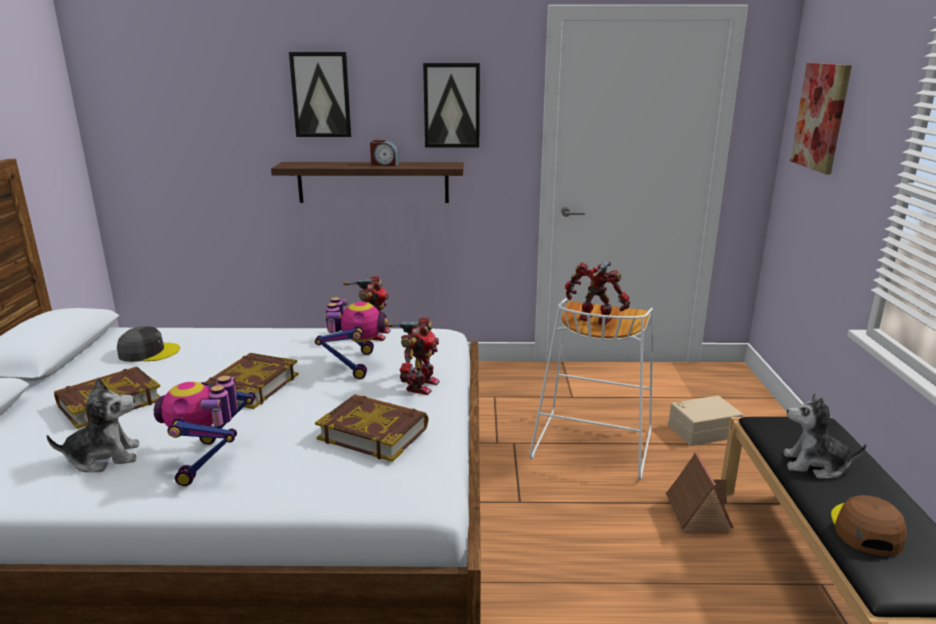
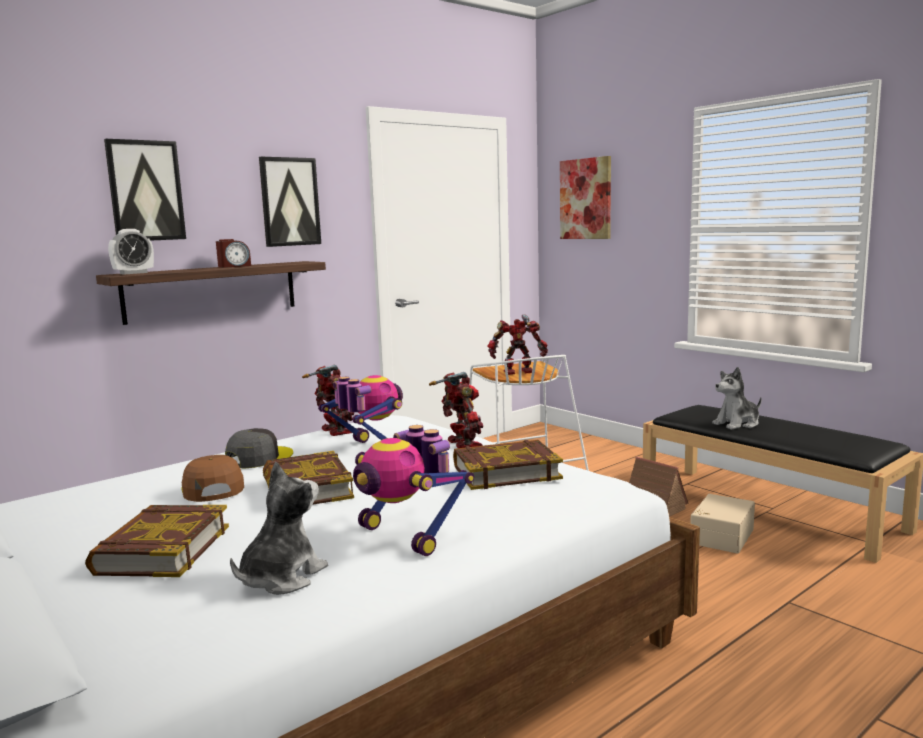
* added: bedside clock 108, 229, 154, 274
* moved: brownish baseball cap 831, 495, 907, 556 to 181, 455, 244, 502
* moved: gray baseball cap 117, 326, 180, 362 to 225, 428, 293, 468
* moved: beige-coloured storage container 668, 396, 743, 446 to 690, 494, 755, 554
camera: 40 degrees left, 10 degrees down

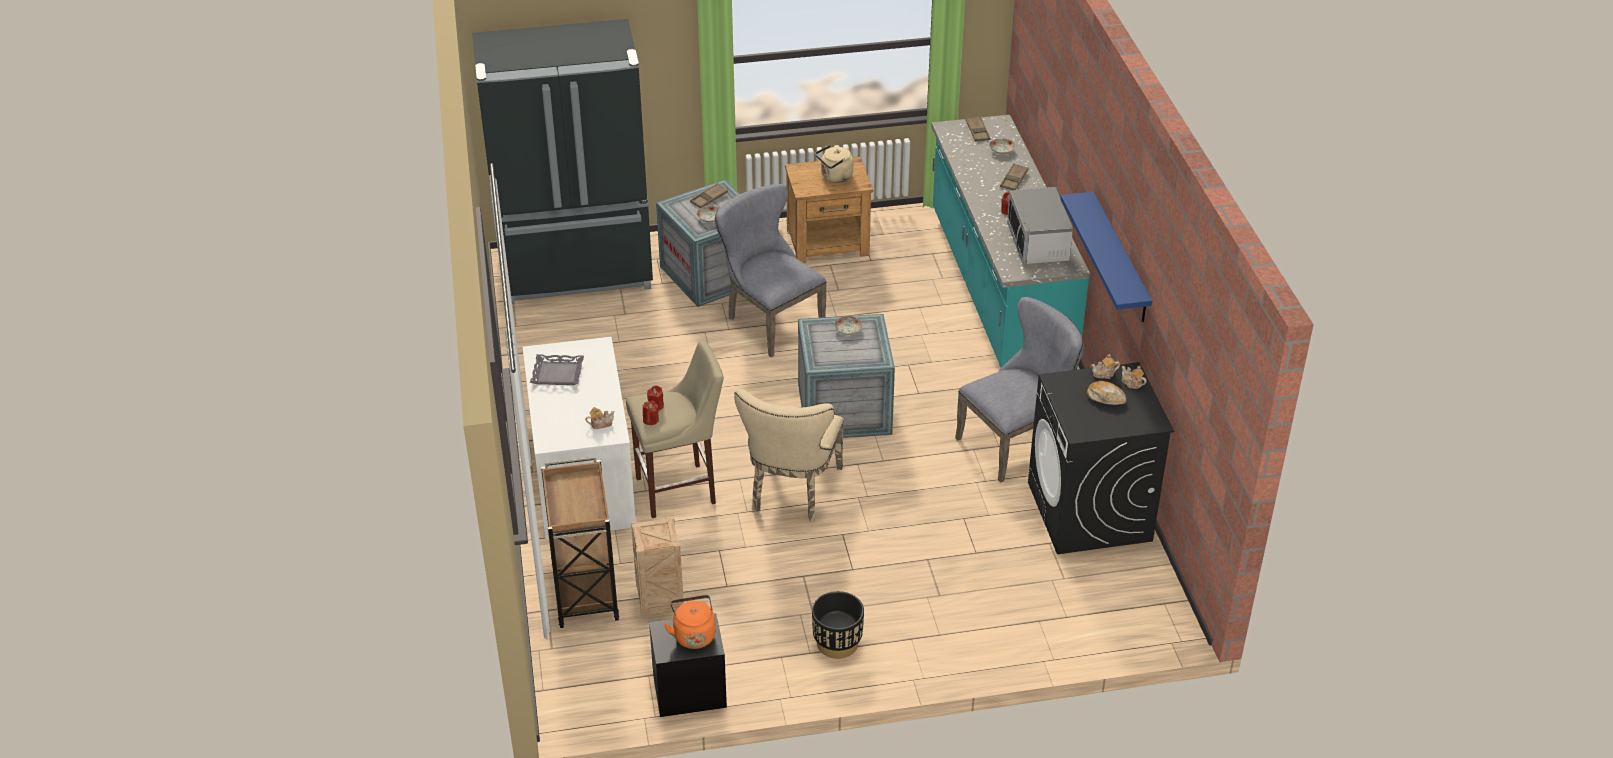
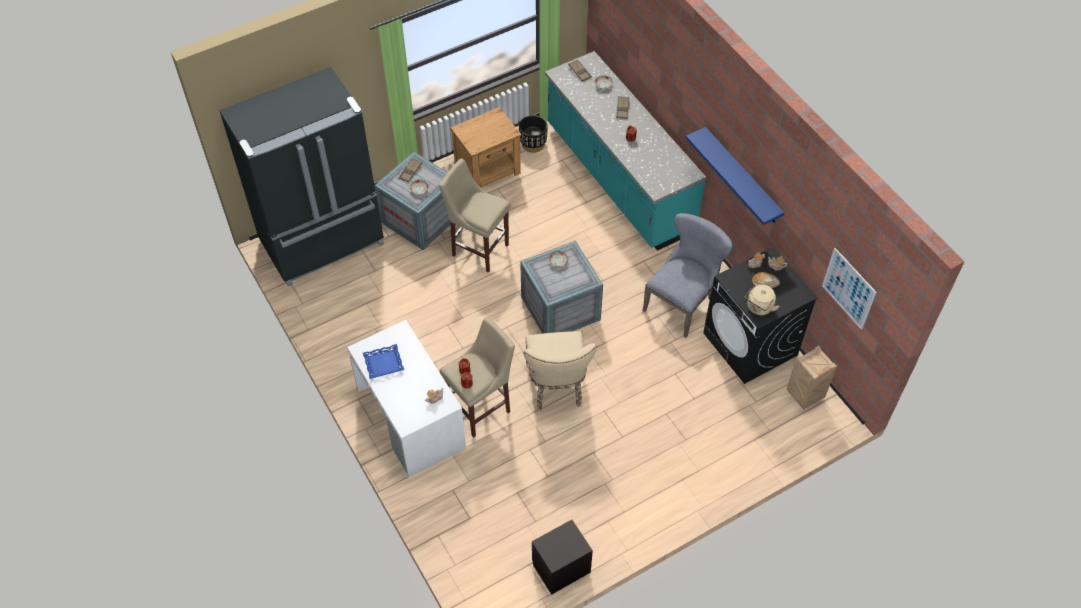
* recoloured: gray serving tray 530, 354, 584, 385 to blue-coloured serving tray 363, 344, 404, 379
* replaced: gray upright chair 715, 184, 826, 357 to beige-coloured stool 439, 159, 510, 273
* moved: black-coloured plant pot 812, 591, 864, 659 to 519, 115, 548, 153
* moved: beige-coloured tea kettle 815, 145, 853, 183 to 745, 285, 780, 315
* moved: shipping crate 631, 516, 684, 618 to 786, 345, 837, 410
* added: picture 822, 248, 877, 330
* removed: brownish wheeled cart 541, 457, 619, 628
* removed: orangey tea kettle 664, 595, 716, 649
* removed: microwave oven 1007, 187, 1073, 264
camera: 20 degrees left, 15 degrees up

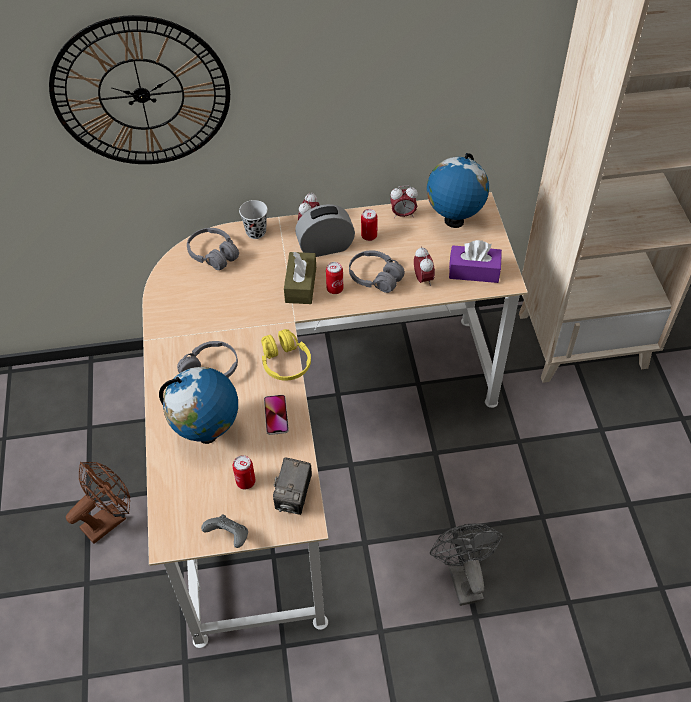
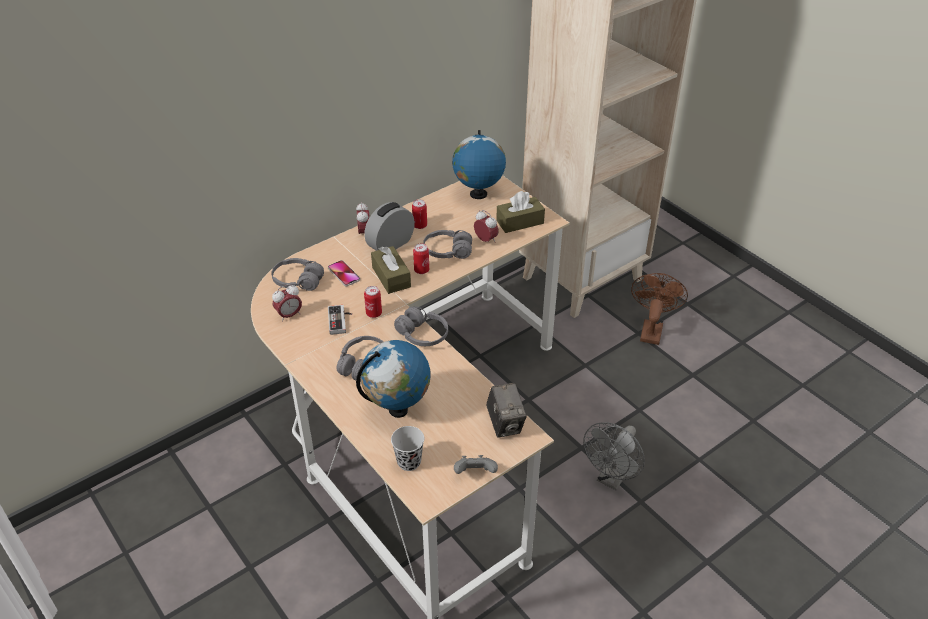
* moved: bedside clock 390, 186, 418, 218 to 272, 284, 302, 322
* moved: handset 264, 395, 289, 435 to 328, 260, 360, 286
* added: gamepad 328, 305, 352, 335
* moved: metal can 233, 455, 256, 489 to 364, 286, 382, 318
* moved: black-coloured small cup 239, 200, 268, 239 to 391, 426, 424, 471
* recoloured: yellow headphones 261, 329, 311, 381 to gray headphones 394, 306, 448, 346
* recoloured: purple tissue holder 449, 240, 502, 283 to brownish tissue holder 496, 191, 545, 233
* turned: gray cooling fan 430, 524, 503, 606 = 583, 422, 645, 490 105 degrees counterclockwise
* moved: brownish cooling fan 66, 462, 130, 544 to 631, 273, 688, 345
* removed: hanging clock 49, 15, 230, 164
camera: 30 degrees left, 10 degrees down

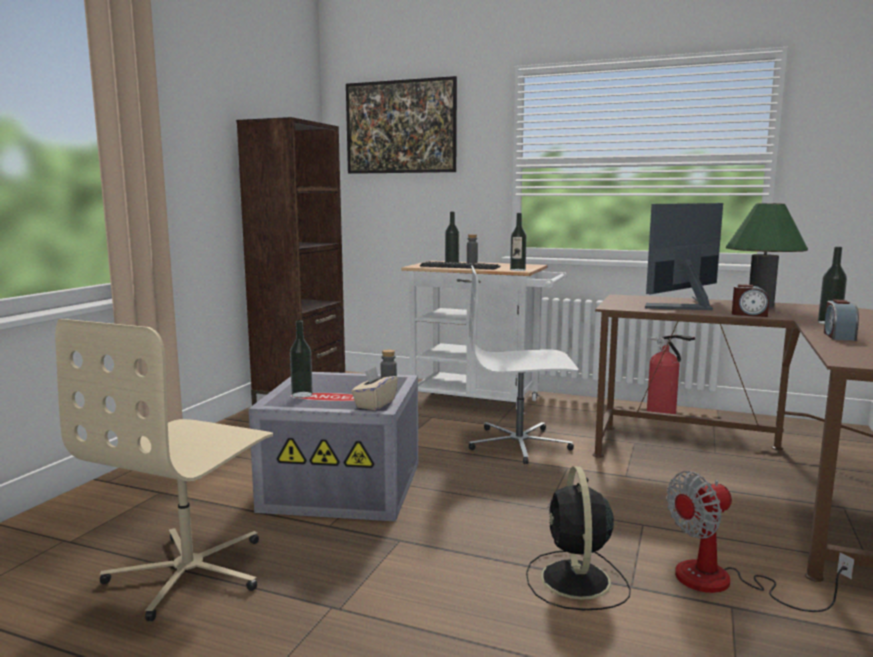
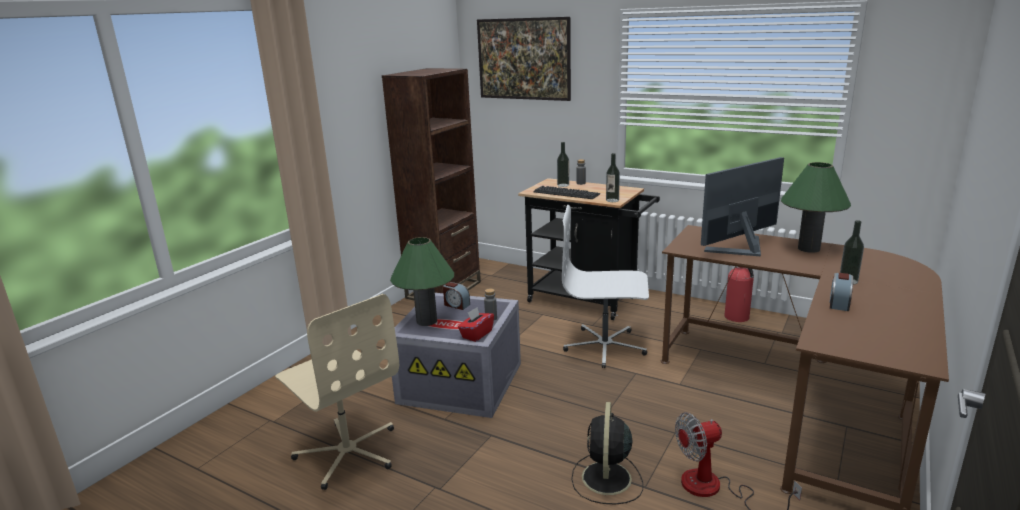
* turned: beige-coloured desk chair 55, 319, 273, 621 = 275, 294, 399, 490 75 degrees counterclockwise
* replaced: bottle 290, 320, 313, 398 to greenish lamp for a table 390, 237, 454, 326
* moved: bedside clock 732, 284, 769, 317 to 443, 282, 470, 310
* recoloured: beige-coloured tissue holder 351, 367, 398, 410 to reddish tissue holder 458, 307, 494, 342
* recoloured: white wheeled cart 401, 261, 567, 414 to black-coloured wheeled cart 518, 178, 660, 320
camera: 10 degrees right, 10 degrees up

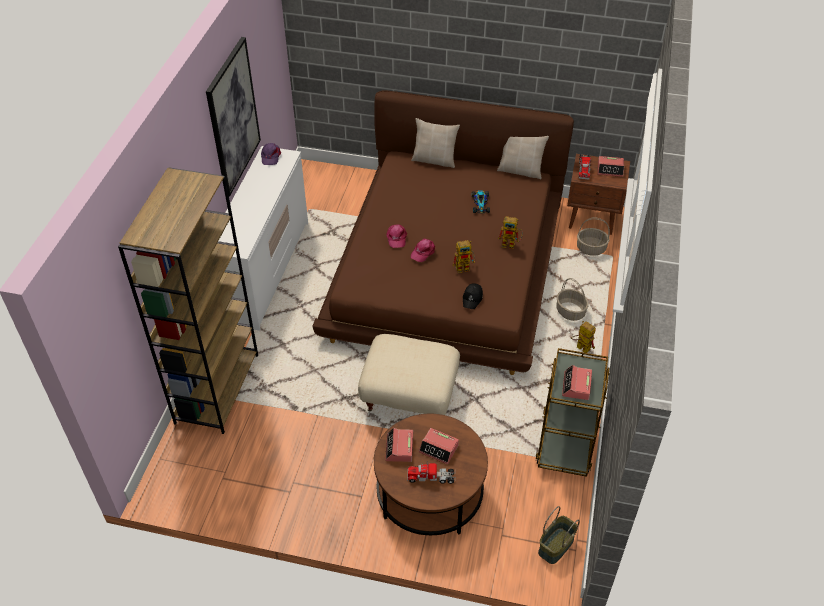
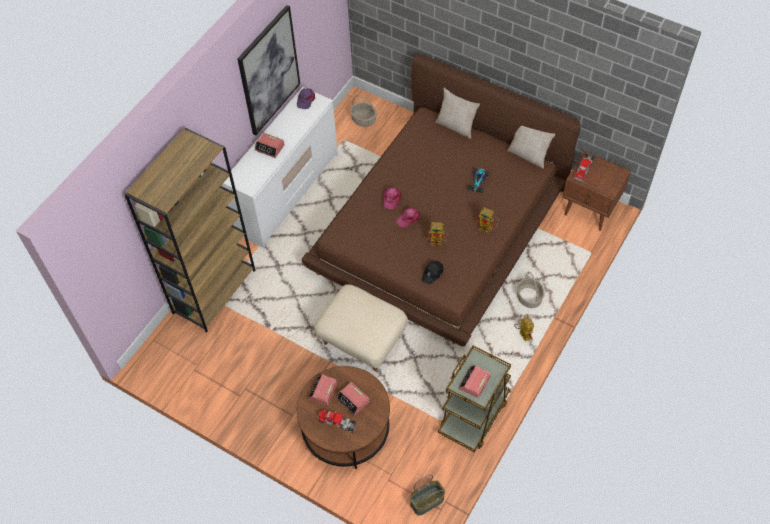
* moved: bedside clock 598, 156, 625, 177 to 255, 133, 285, 158
* moved: basket 577, 217, 610, 256 to 350, 95, 377, 127
camera: 20 degrees right, 10 degrees up

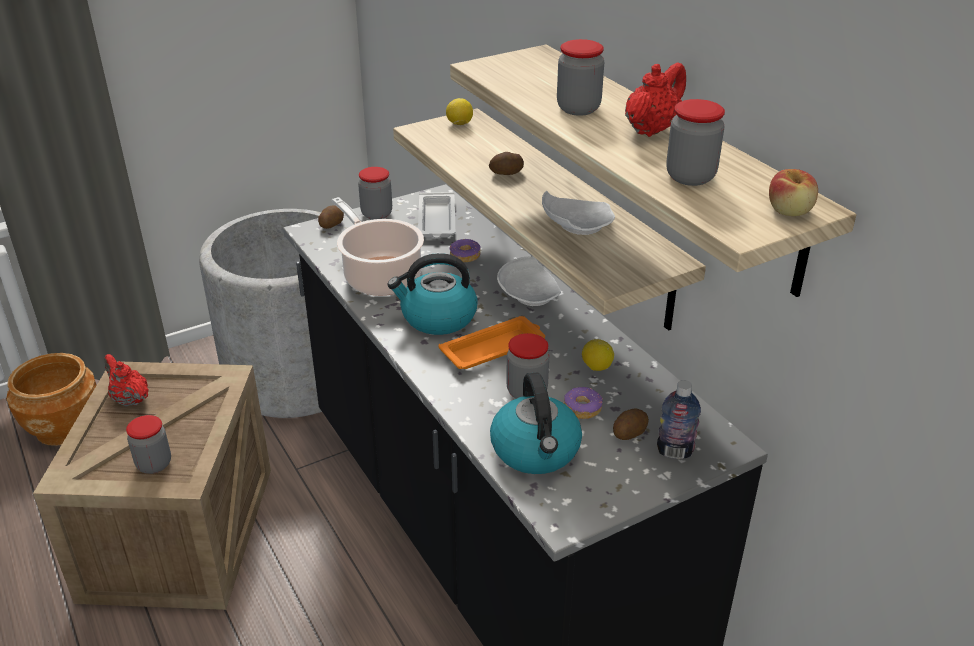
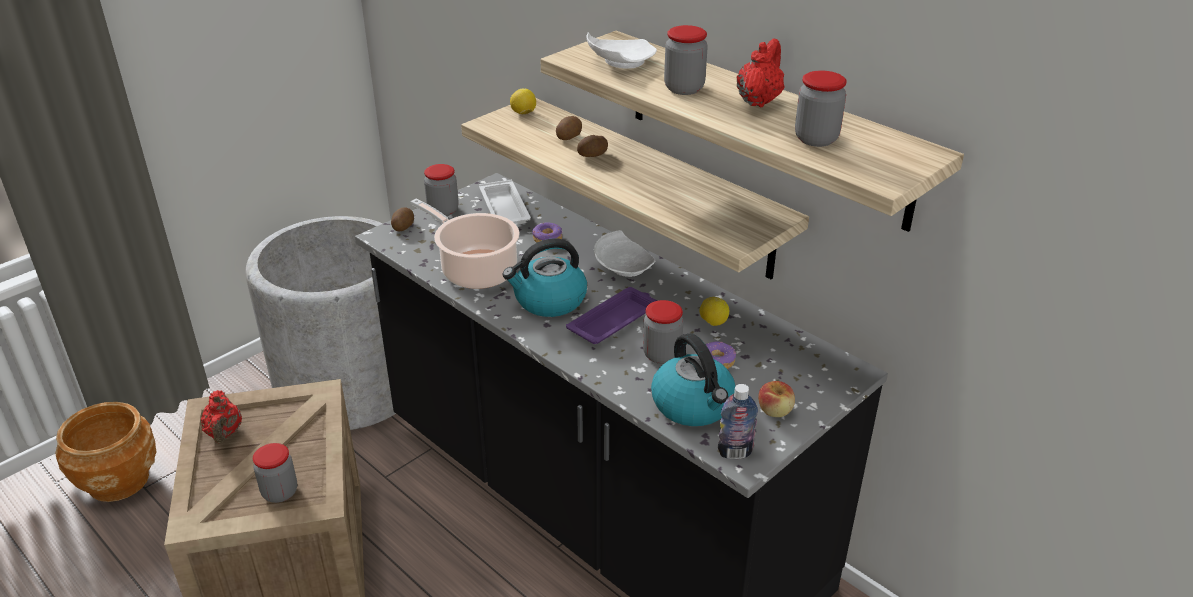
* turned: reddish teapot 104, 354, 148, 406 = 201, 390, 242, 443 135 degrees counterclockwise
* moved: potato 613, 408, 649, 440 to 556, 116, 582, 140
* recoloured: orangey serving tray 439, 316, 545, 369 to purple serving tray 566, 287, 657, 344
* moved: white plate 542, 191, 615, 235 to 587, 33, 657, 69
* moved: bottle 657, 380, 701, 459 to 718, 384, 758, 459
* moved: apple fruit 769, 169, 818, 216 to 758, 381, 795, 417
camera: 15 degrees left, 0 degrees up

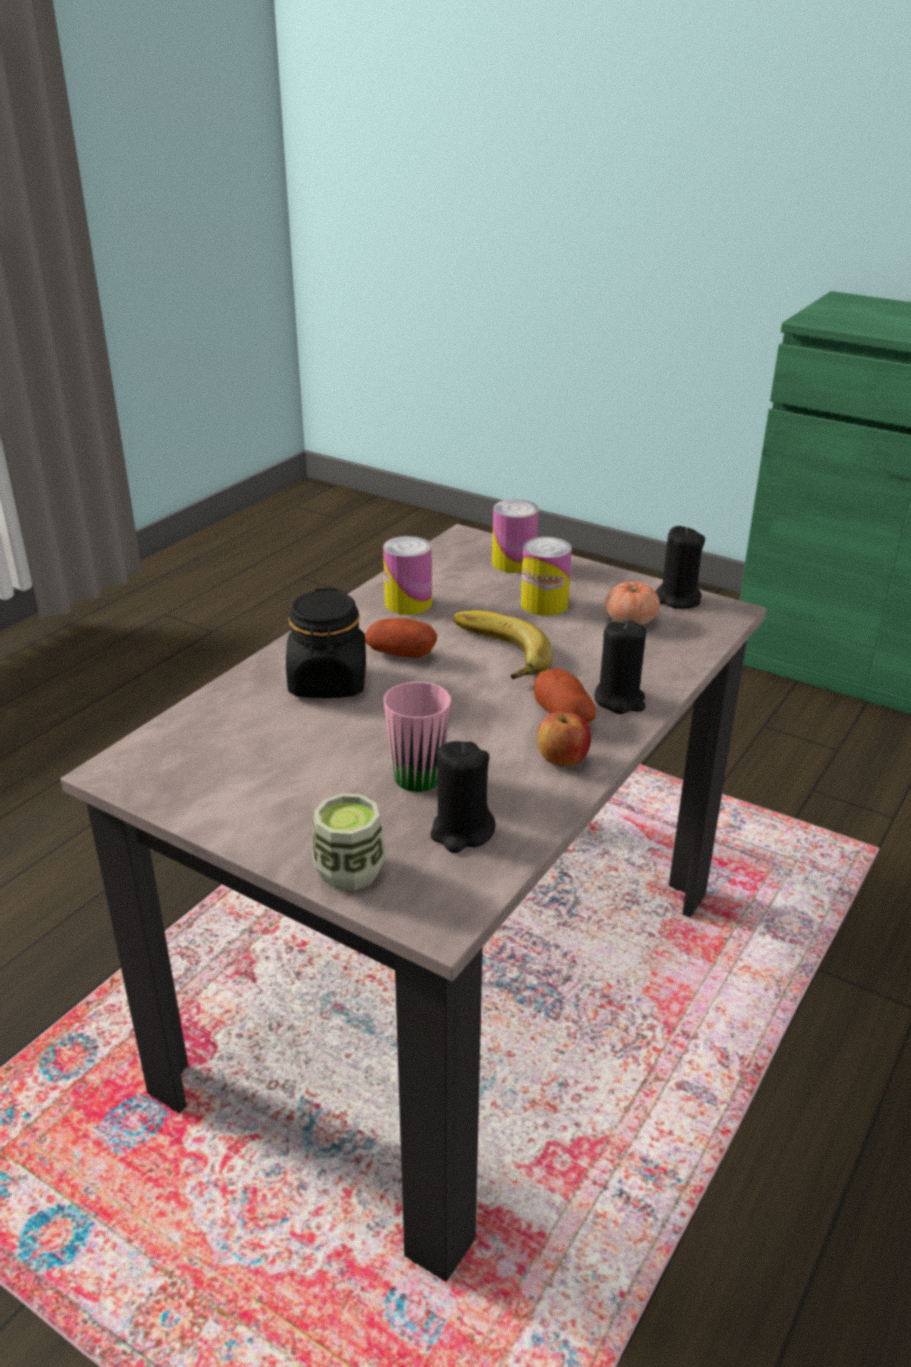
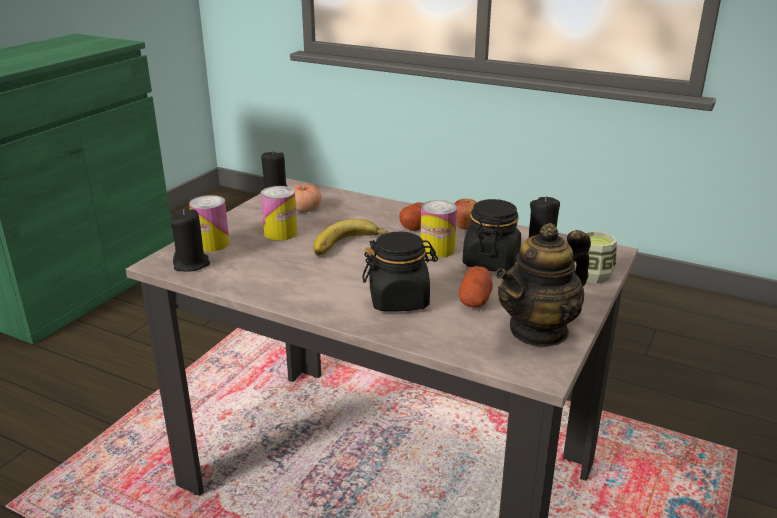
* moved: black-coloured wax candle 594, 620, 646, 714 to 170, 209, 210, 272
* moved: metal can 383, 536, 432, 615 to 421, 200, 457, 258
* moved: potato 365, 618, 437, 658 to 459, 266, 493, 307
* replaced: pink-coloured mug 384, 682, 451, 792 to black-coloured jar 462, 199, 521, 272
* added: teapot 495, 223, 591, 348
camera: 95 degrees left, 5 degrees down

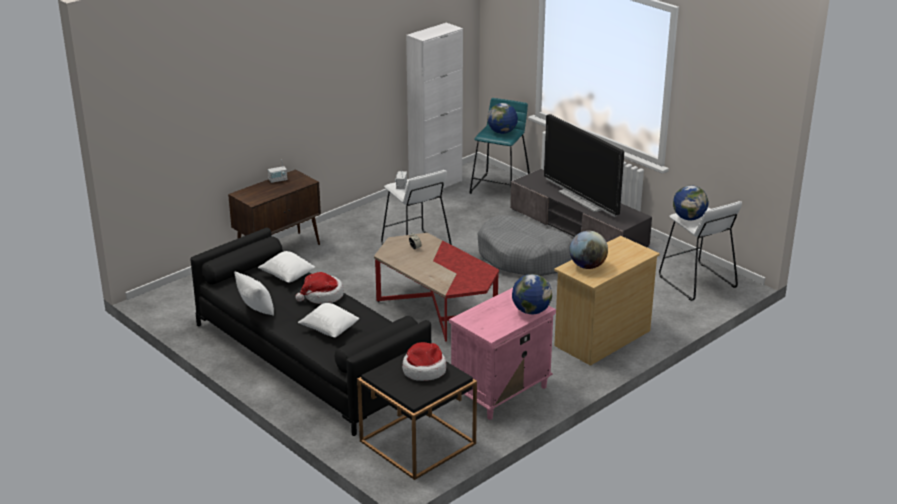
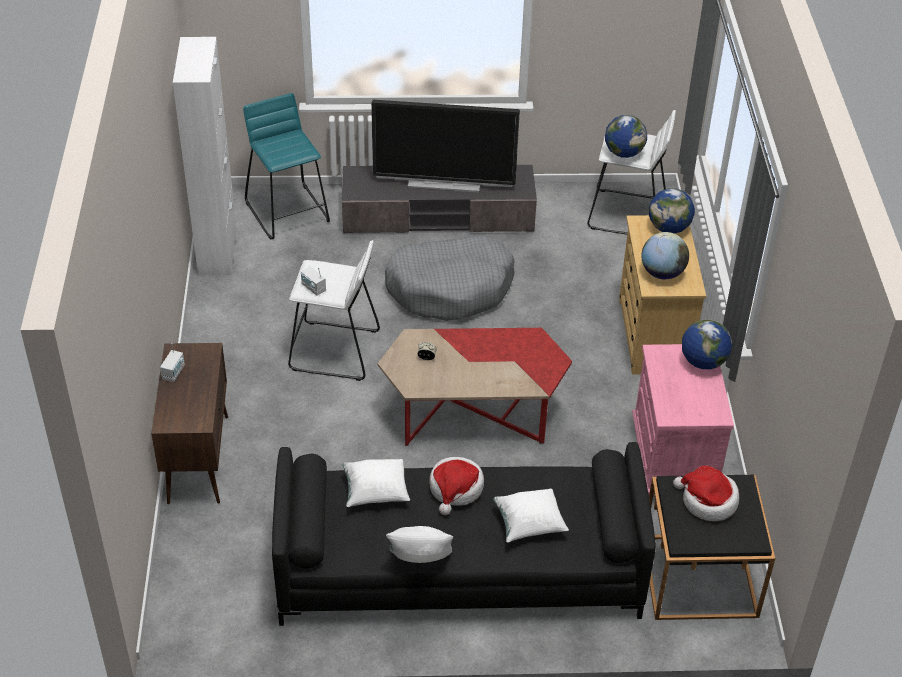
* moved: globe 487, 103, 518, 134 to 649, 188, 695, 234
camera: 50 degrees left, 15 degrees up

